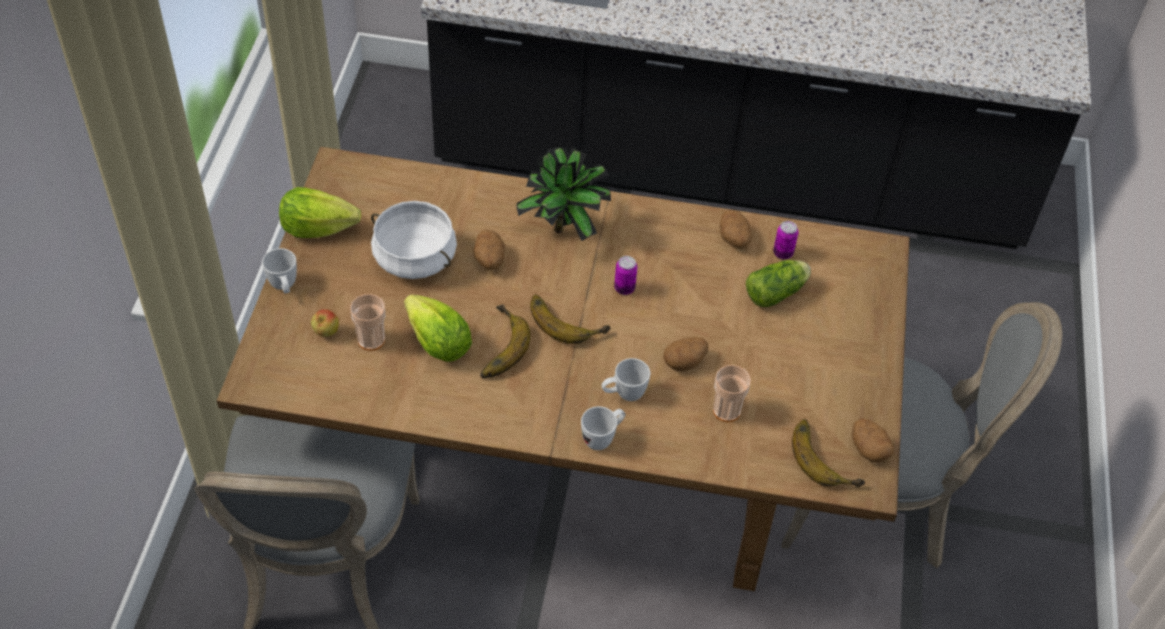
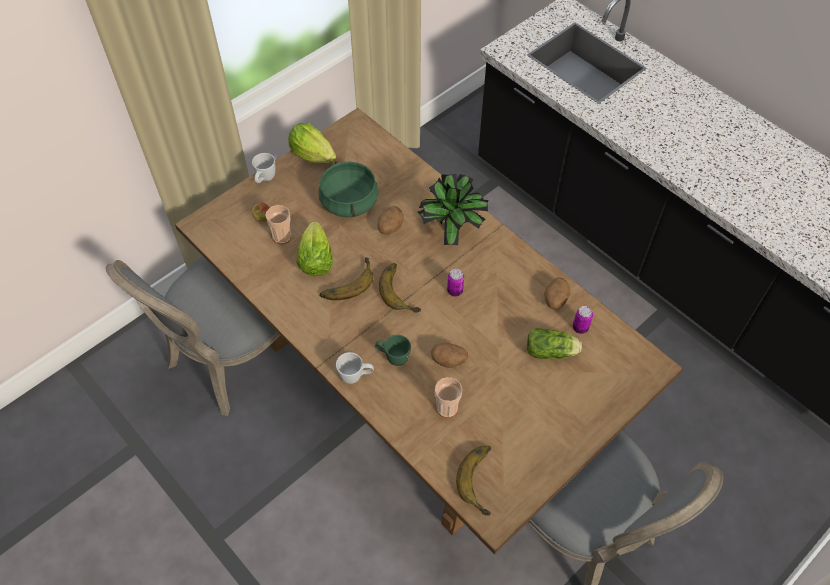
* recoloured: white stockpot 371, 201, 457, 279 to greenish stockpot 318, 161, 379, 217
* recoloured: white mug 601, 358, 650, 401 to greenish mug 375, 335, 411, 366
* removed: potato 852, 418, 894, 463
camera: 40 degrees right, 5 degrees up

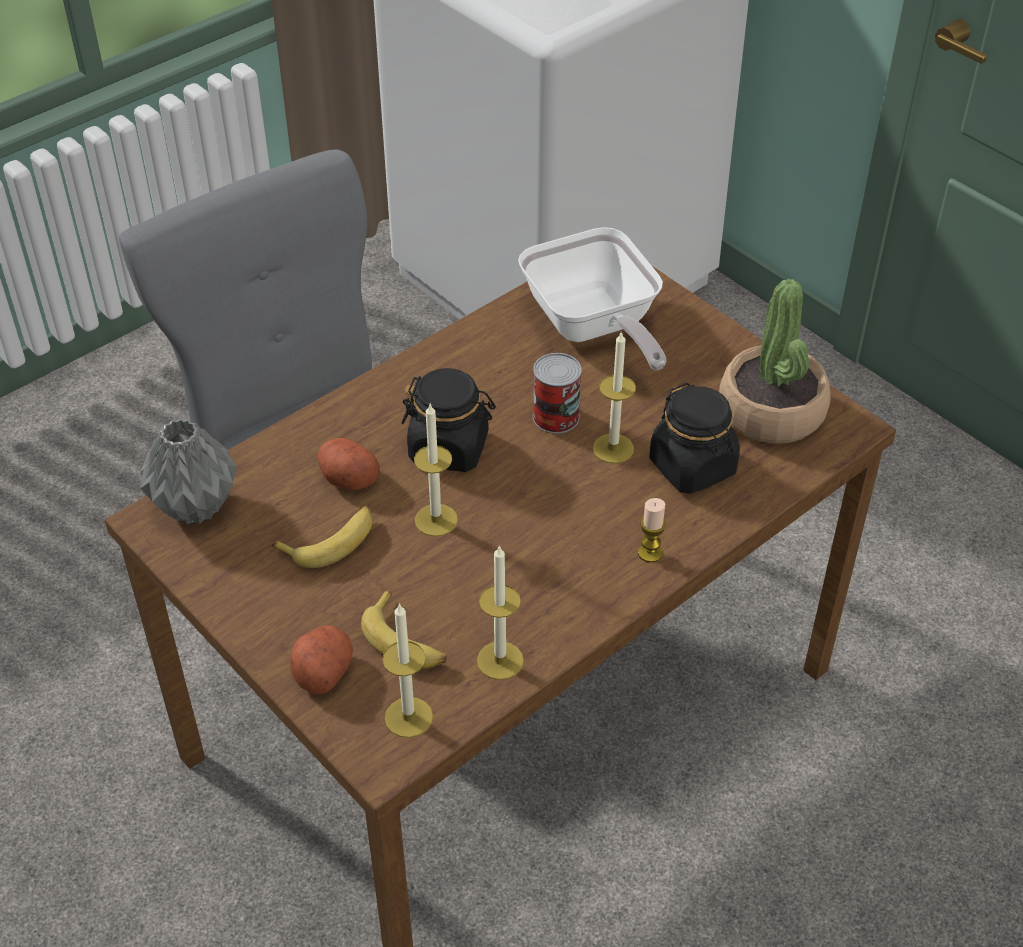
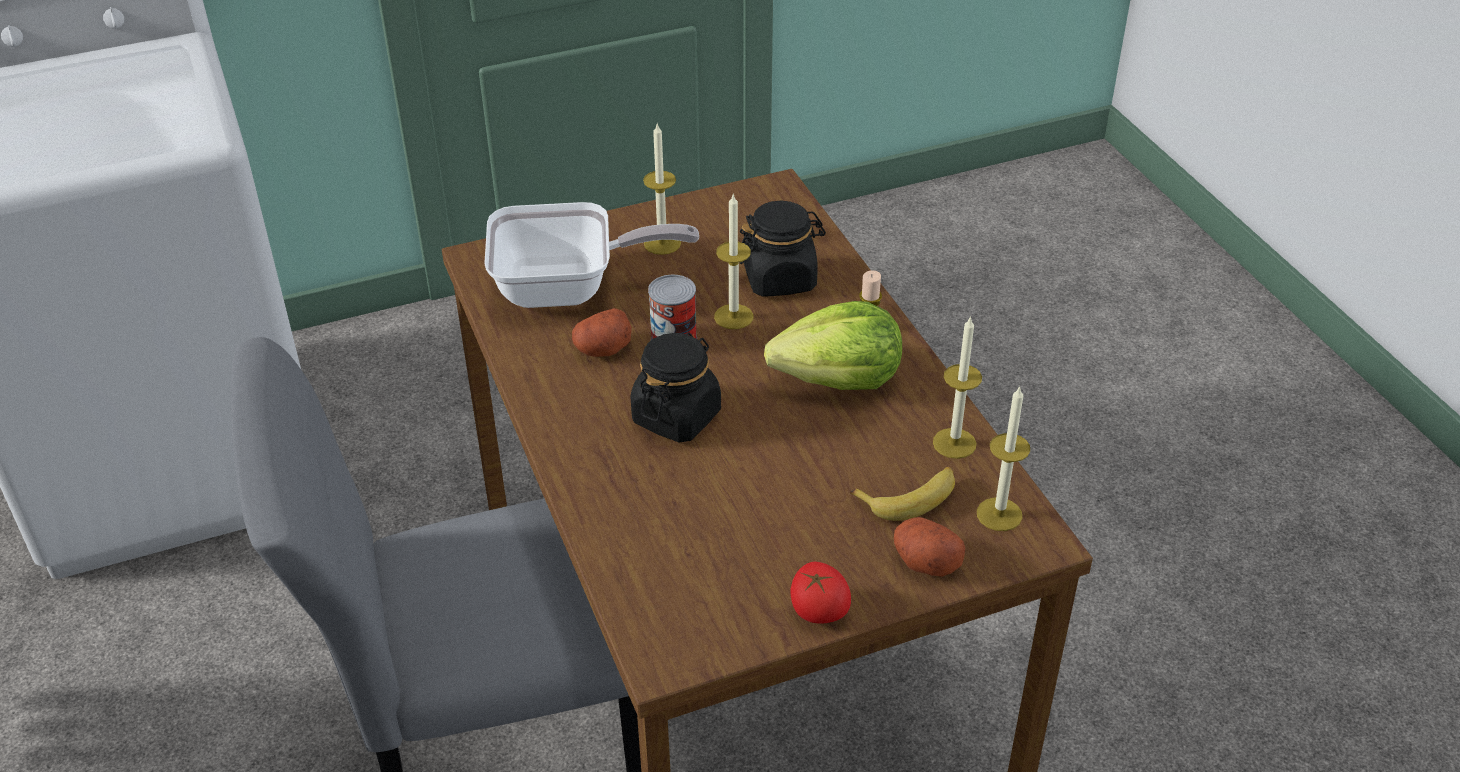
* moved: potato 317, 438, 380, 490 to 572, 308, 632, 357
* moved: wax candle 414, 404, 458, 537 to 643, 124, 681, 255
* added: lettuce head 764, 301, 902, 390
* added: whole tomato 791, 562, 851, 623
* removed: gray vase 140, 418, 237, 524
* removed: banana 271, 506, 372, 568
* removed: plant in a pot 719, 279, 831, 444
camera: 70 degrees left, 5 degrees down

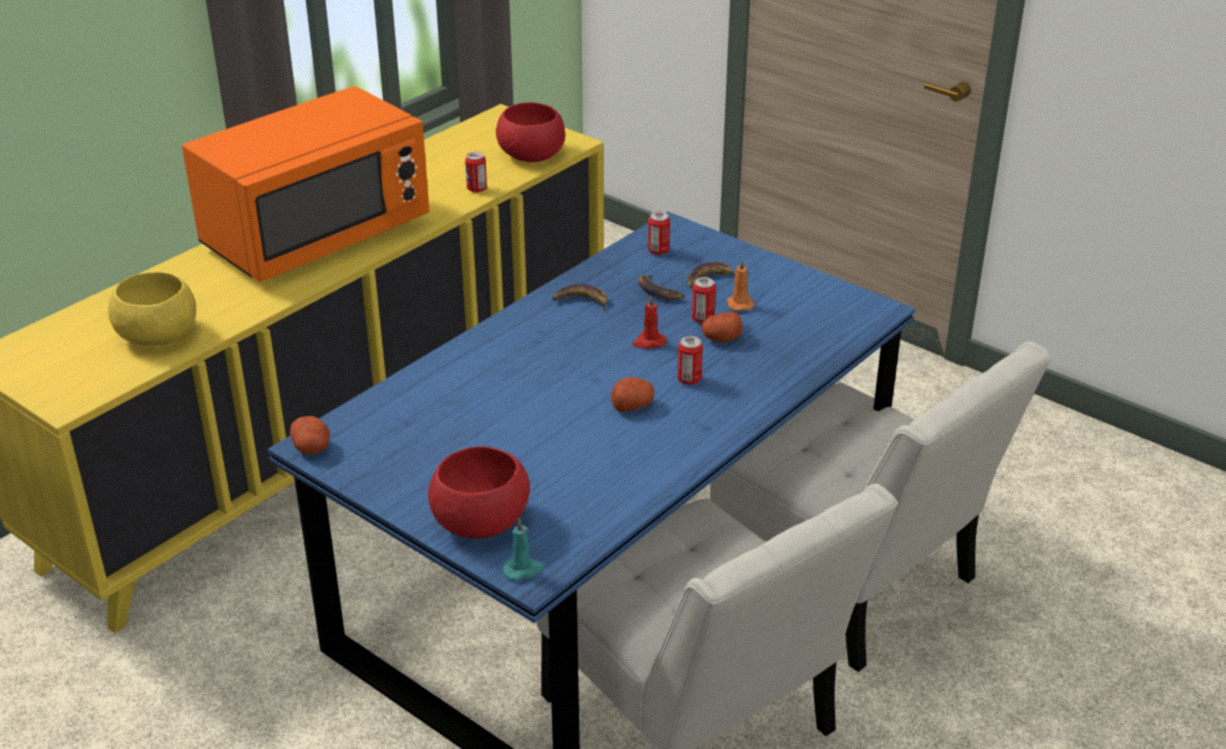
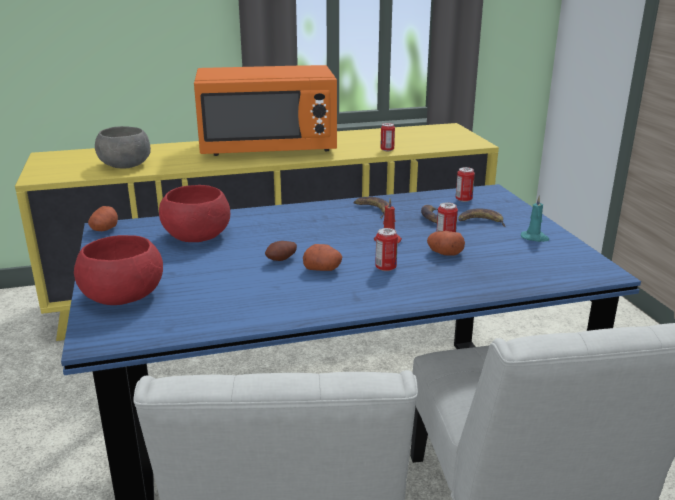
* recoloured: yellow bowl 108, 272, 196, 346 to gray bowl 95, 126, 151, 169
* moved: reddish bowl 496, 102, 565, 162 to 159, 185, 230, 242
* added: potato 265, 241, 297, 261
* moved: turquoise-coloured wax candle 502, 518, 544, 581 to 521, 195, 549, 242
* removed: orangey wax candle 727, 258, 755, 311
camera: 35 degrees right, 10 degrees down

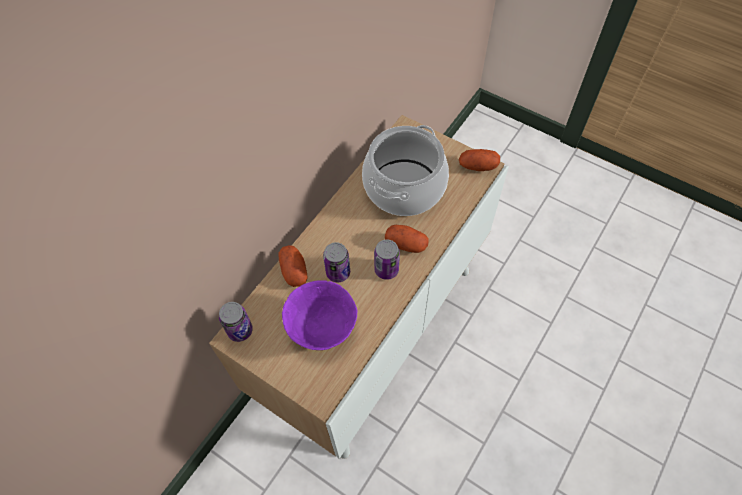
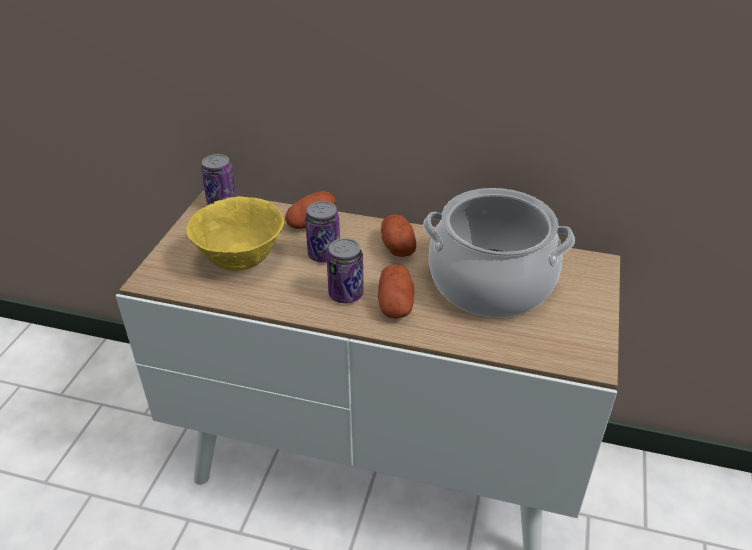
* recoloured: purple bowl 282, 280, 357, 350 to yellow bowl 186, 197, 284, 271
* moved: potato 459, 149, 500, 171 to 381, 214, 416, 257
camera: 70 degrees right, 20 degrees down

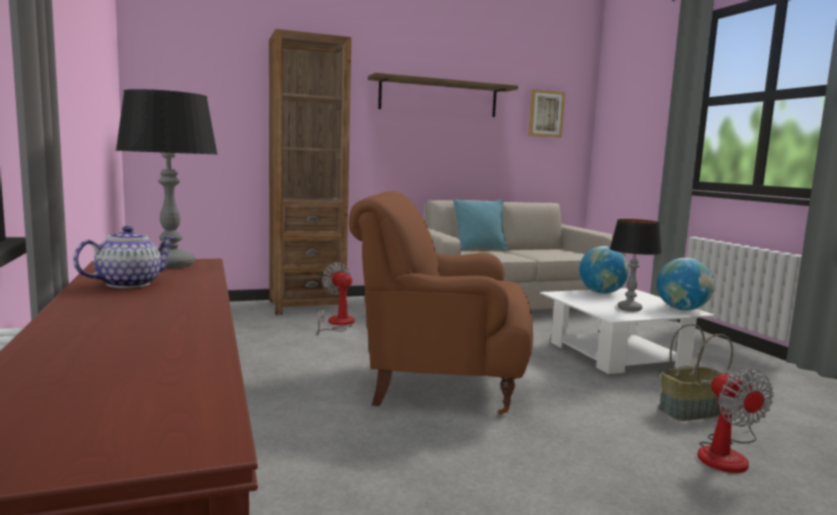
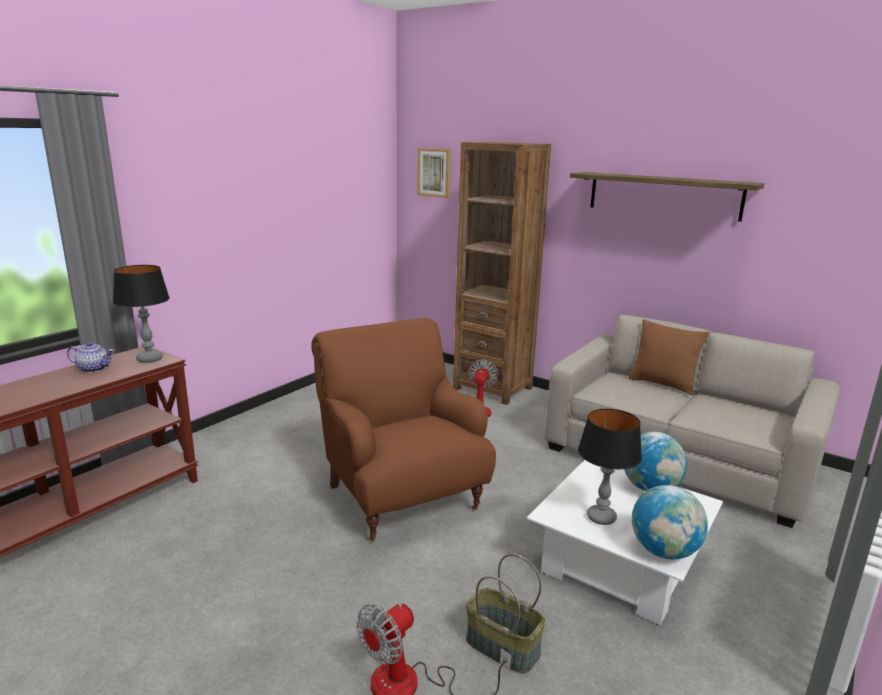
* moved: picture 528, 89, 565, 137 to 417, 148, 451, 198
* recoloured: turquoise-coloured cushion 454, 199, 508, 250 to brownish cushion 628, 319, 709, 395
camera: 55 degrees right, 10 degrees up

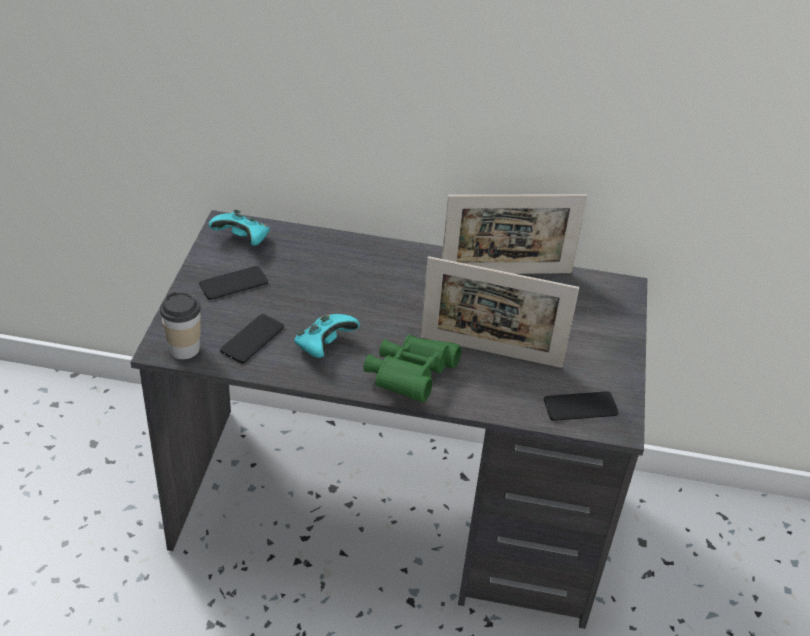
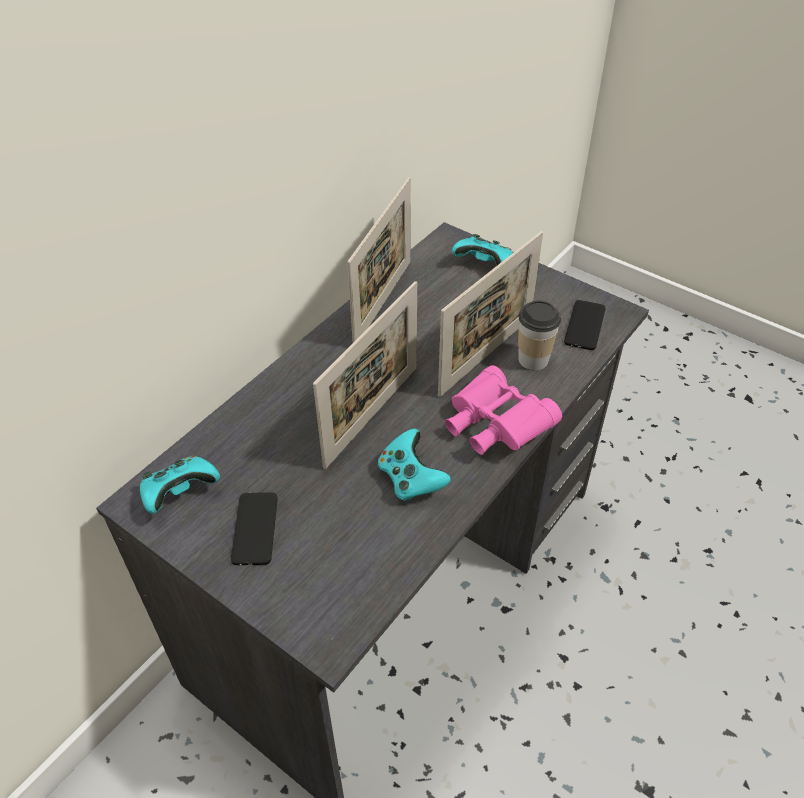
* added: picture frame 313, 281, 417, 469
* recoloured: greenish pair of binoculars 363, 335, 462, 402 to pink-coloured pair of binoculars 445, 365, 562, 455
* added: turquoise-coloured gamepad 452, 234, 513, 265
* moved: small cup 160, 292, 201, 360 to 518, 300, 561, 370
* removed: handset 220, 314, 284, 363
camera: 60 degrees left, 5 degrees up

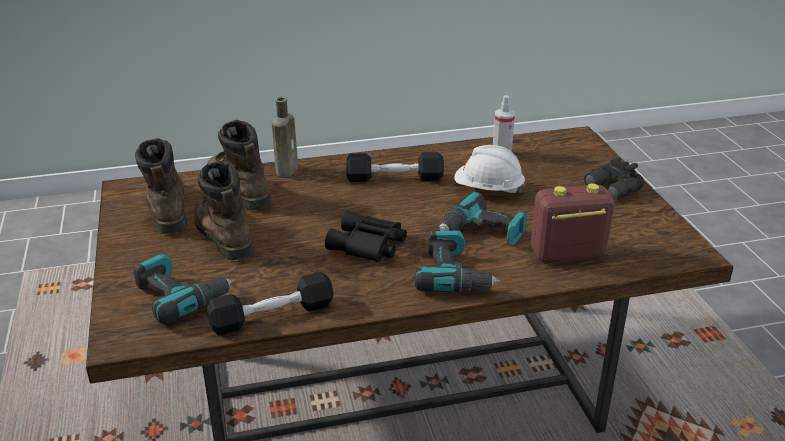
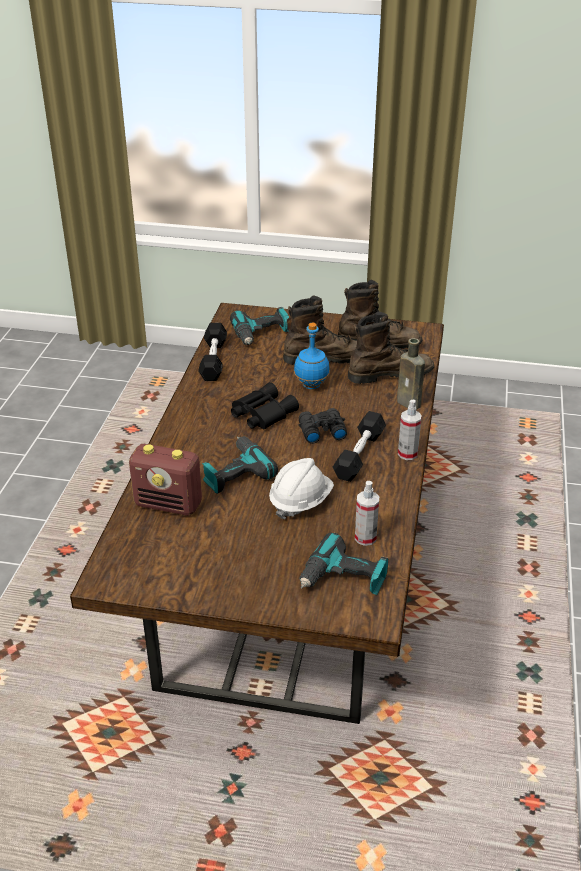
* turned: radio receiver 531, 184, 614, 262 = 129, 444, 202, 516 90 degrees clockwise
* added: blue-coloured bottle 294, 323, 330, 389
* moved: black-coloured pair of binoculars 584, 158, 644, 200 to 299, 408, 347, 444
* moved: drill 414, 230, 501, 292 to 299, 533, 388, 595
* added: sprayer 398, 400, 422, 460
camera: 115 degrees right, 5 degrees up

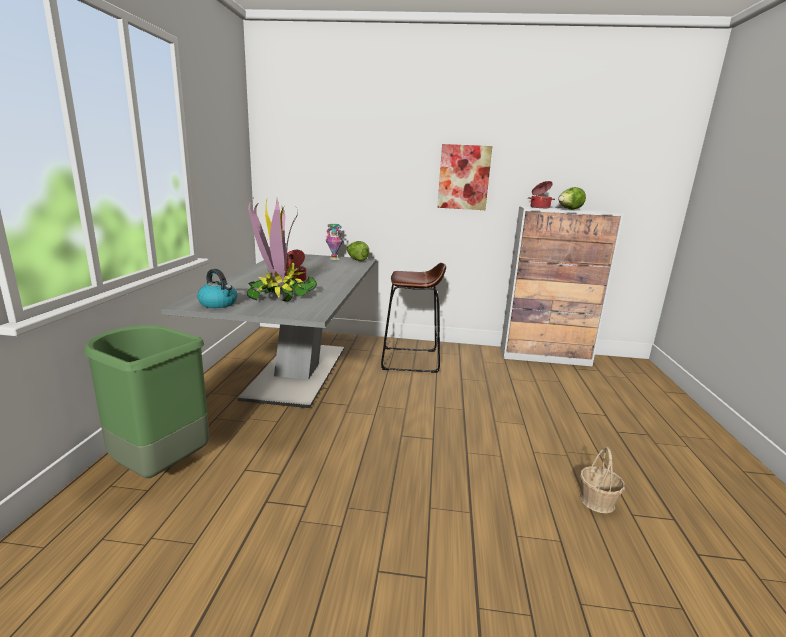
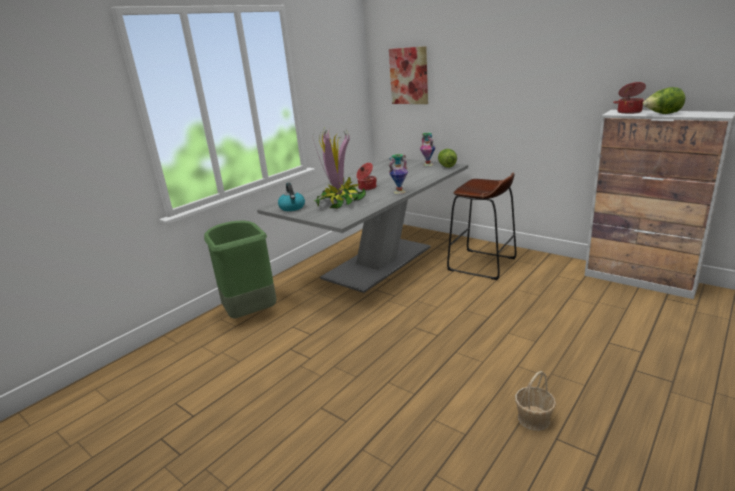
* added: vase 388, 154, 408, 194
* moved: picture 437, 144, 492, 210 to 389, 46, 428, 104
camera: 35 degrees right, 5 degrees up

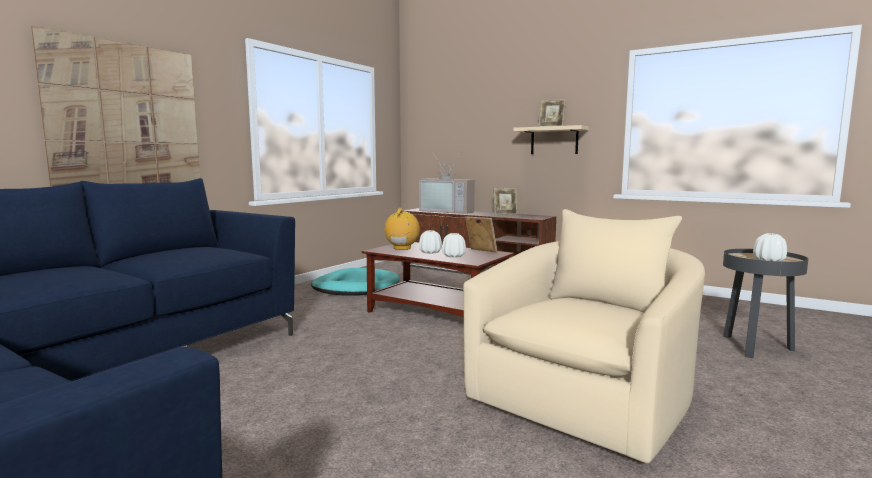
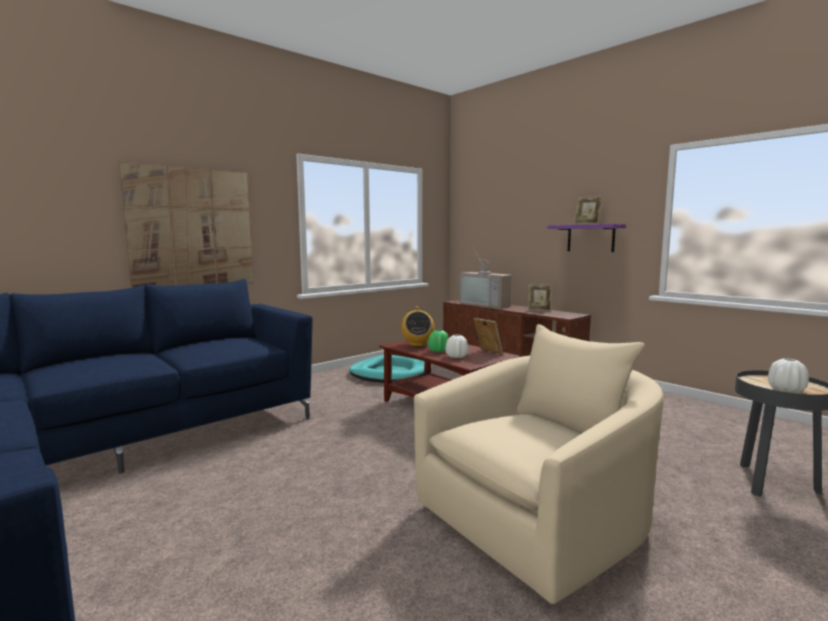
* turned: radio receiver 384, 208, 420, 250 = 401, 306, 434, 346 150 degrees clockwise
* recoloured: white vase 419, 230, 442, 254 to greenish vase 428, 330, 449, 352
* recoloured: beige-coloured wall shelf 513, 125, 589, 154 to purple wall shelf 547, 224, 626, 252
camera: 15 degrees right, 0 degrees up

